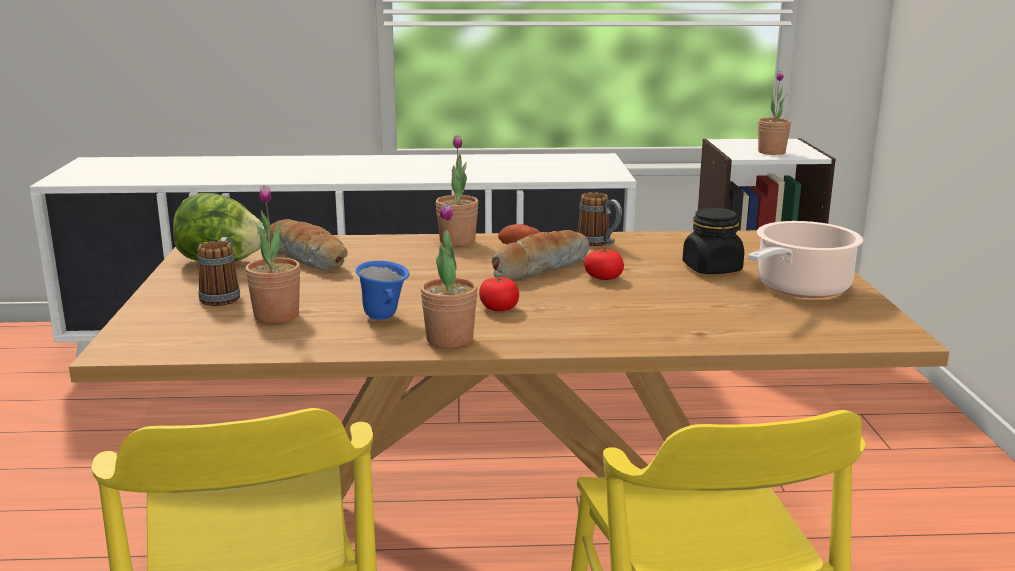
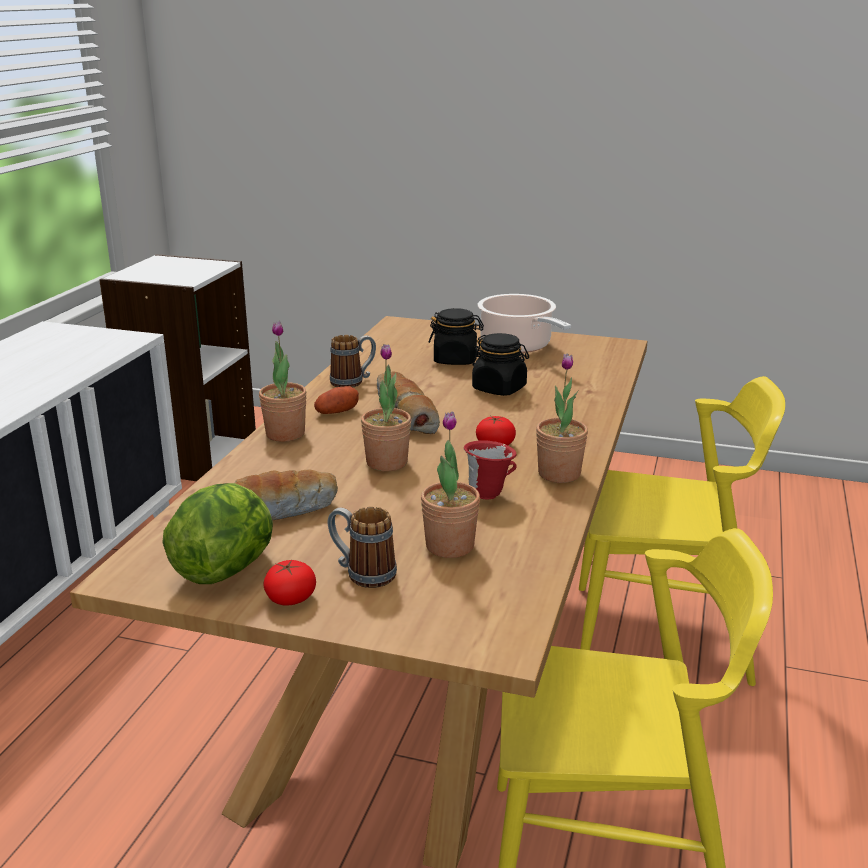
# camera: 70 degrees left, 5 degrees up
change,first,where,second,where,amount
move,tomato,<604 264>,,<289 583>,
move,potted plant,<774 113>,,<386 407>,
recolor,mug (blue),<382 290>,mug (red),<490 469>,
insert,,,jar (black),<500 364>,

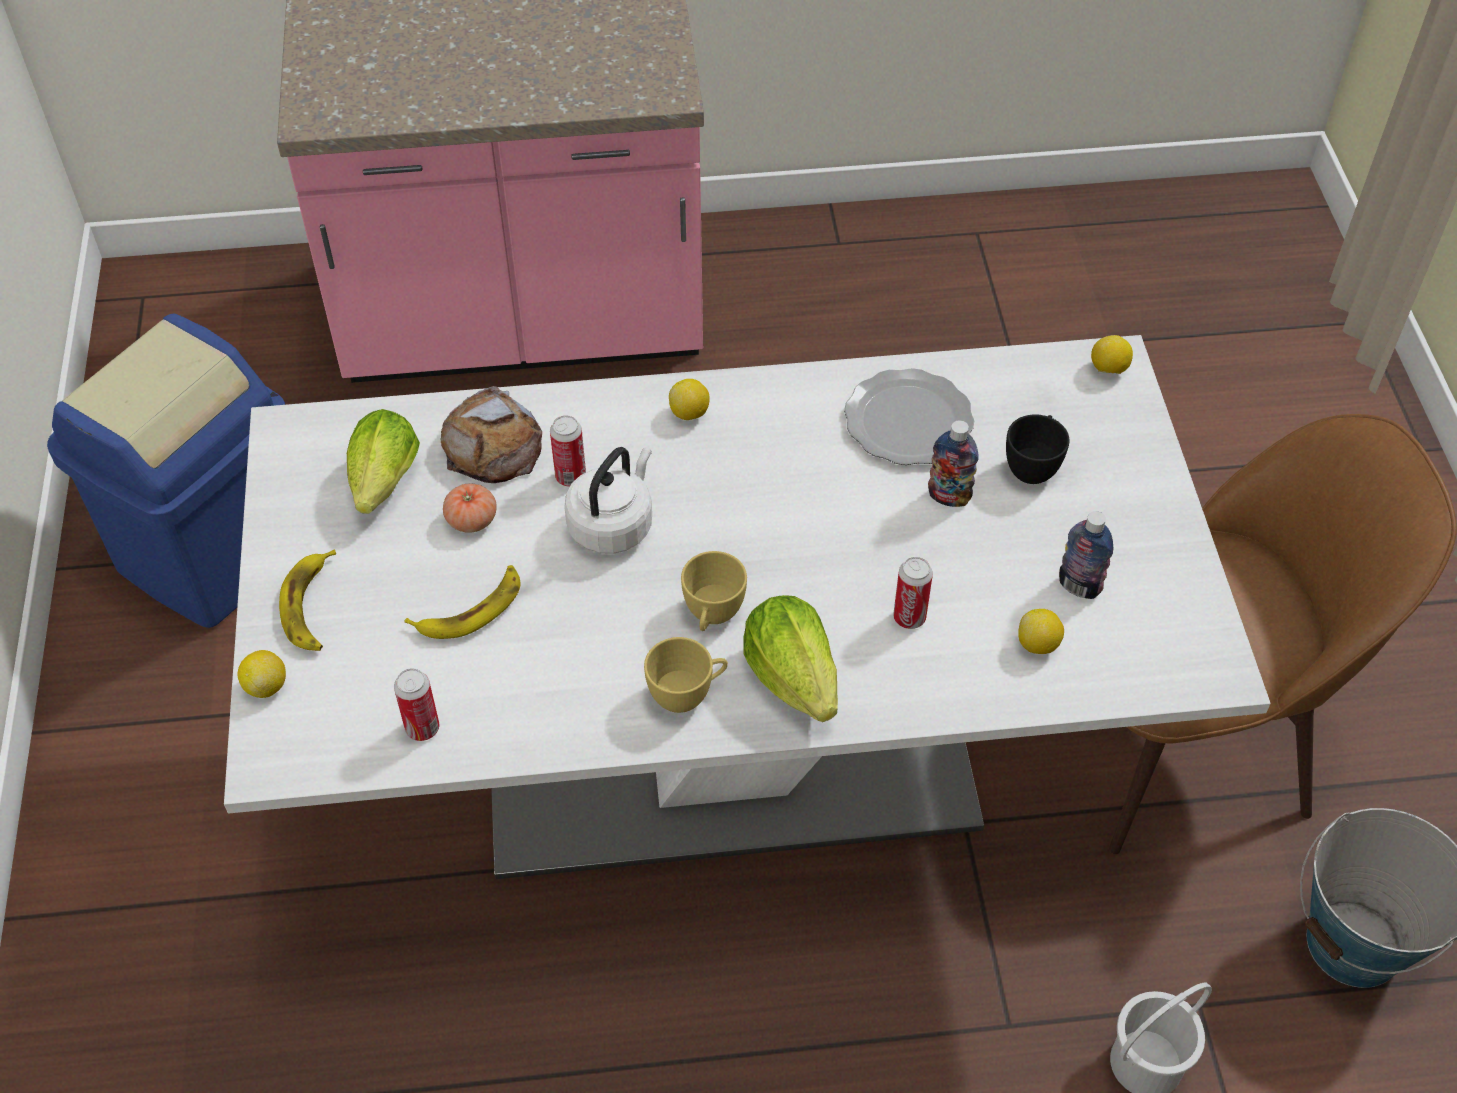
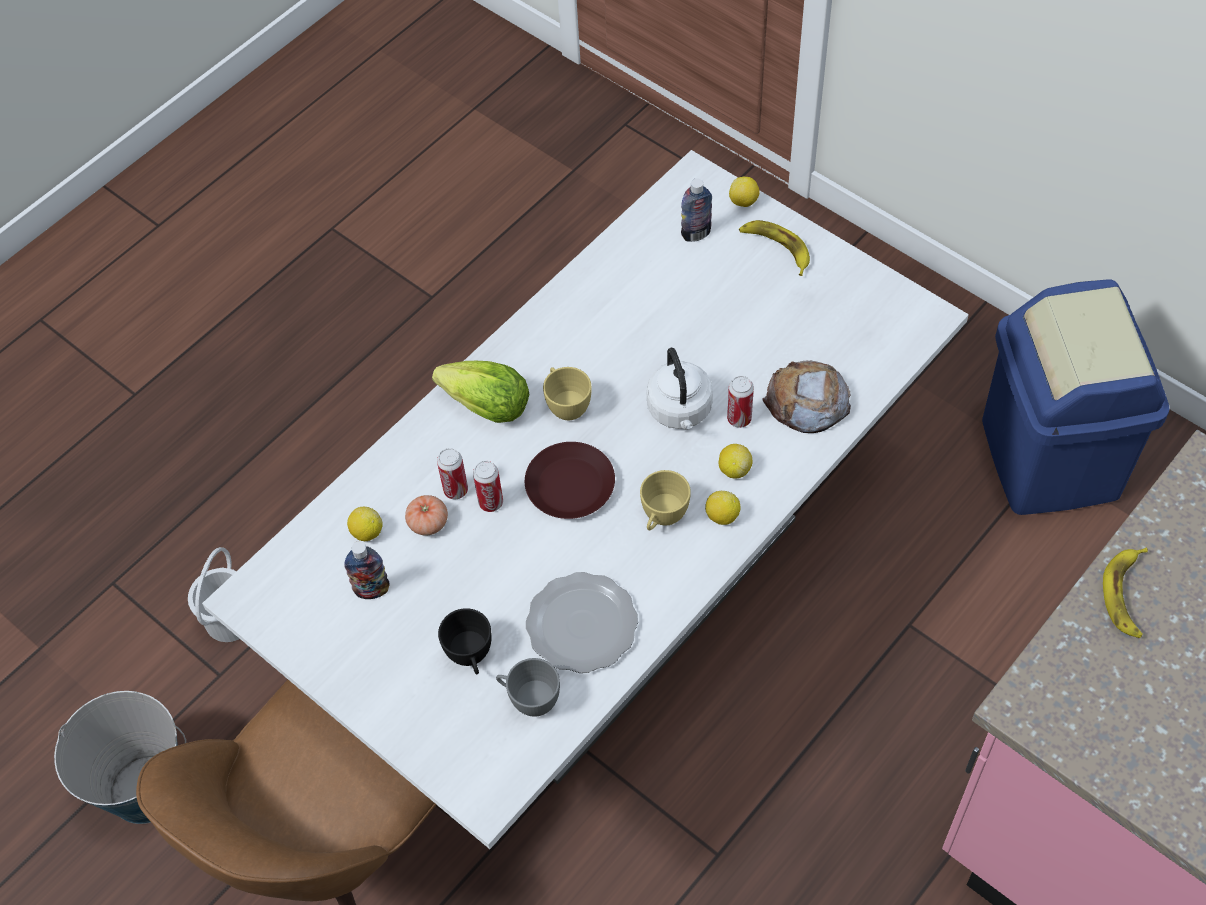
# camera: 140 degrees right, 5 degrees up
change,first,where,second,where,amount
move,tomato,<470 508>,,<426 515>,
move,can,<416 704>,,<488 486>,
insert,,,cup (grey),<528 687>,
insert,,,plate (brown),<570 480>,
move,cup (yellow),<686 675>,,<665 500>,
move,bottle,<953 463>,,<696 210>,
move,lemon,<1112 354>,,<736 461>,
move,banana,<462 602>,,<1125 593>,
delete,lettuce,<383 461>,,,

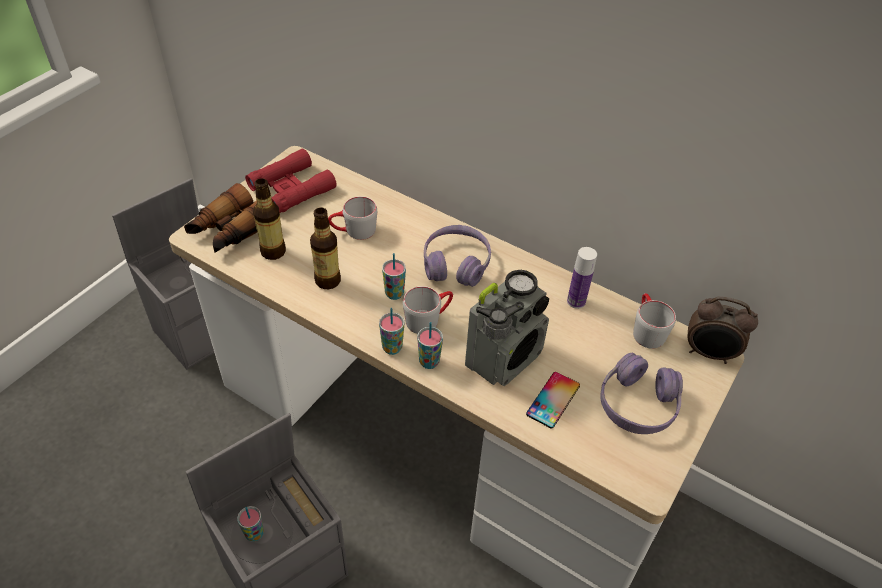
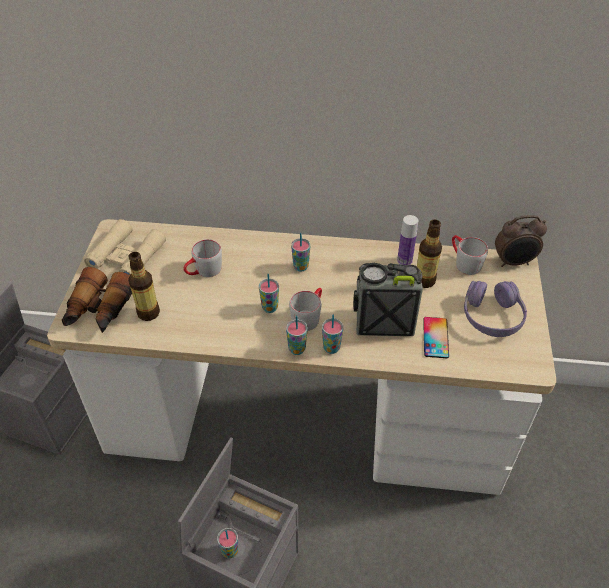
# camera: 25 degrees left, 0 degrees up
change,first,where,second,where,amount
recolor,binoculars (red),<291 181>,binoculars (beige),<125 247>,
replace,headphones (purple),<457 256>,cup,<300 252>,
rotate,radio,<507 328>,,<388 299>,105 degrees counterclockwise
move,bottle,<325 248>,,<429 254>,

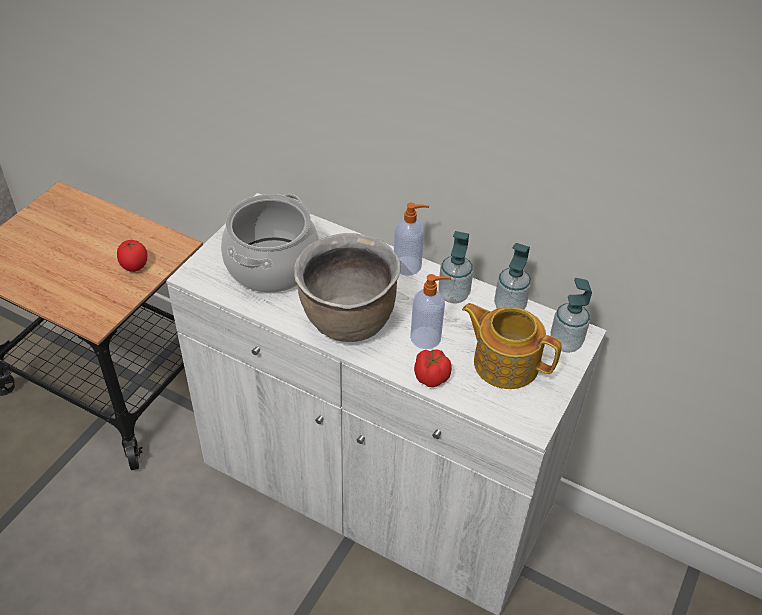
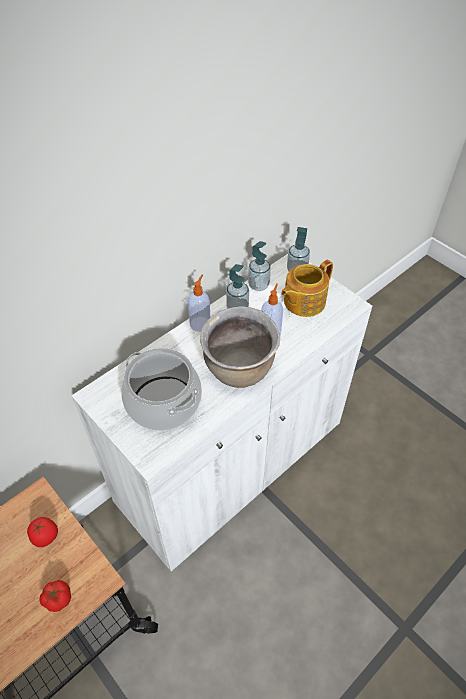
# camera: 70 degrees left, 5 degrees up
change,first,where,second,where,amount
move,tomato,<433 368>,,<55 596>,

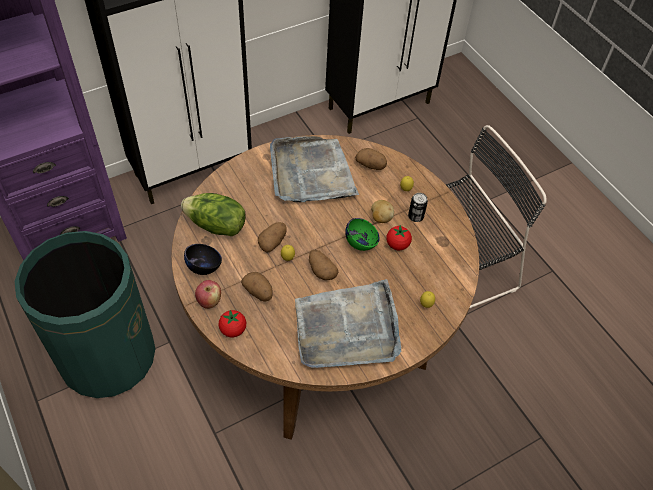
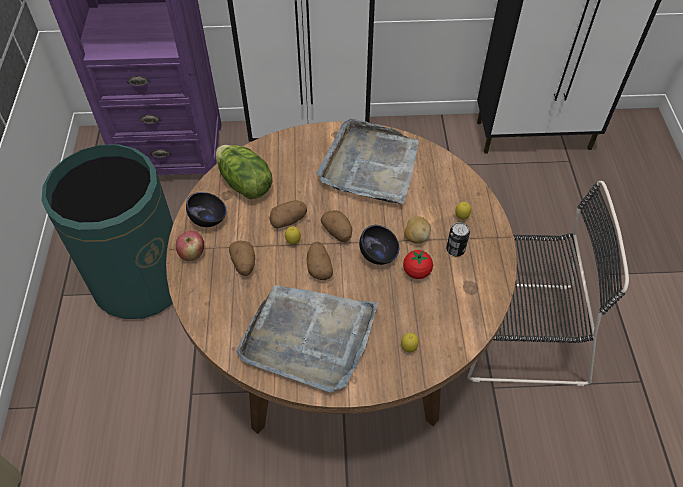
# camera: 30 degrees right, 0 degrees up
change,first,where,second,where,amount
move,potato,<371 159>,,<336 226>,
recolor,bowl (green),<362 234>,bowl (black),<379 245>,
delete,tomato,<232 323>,,,

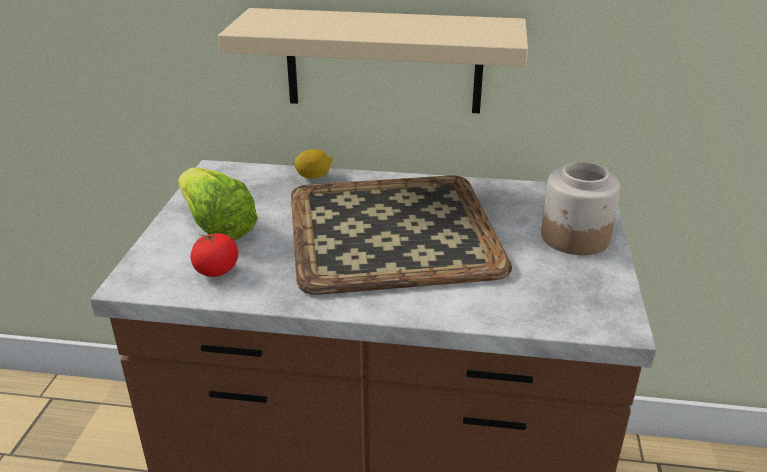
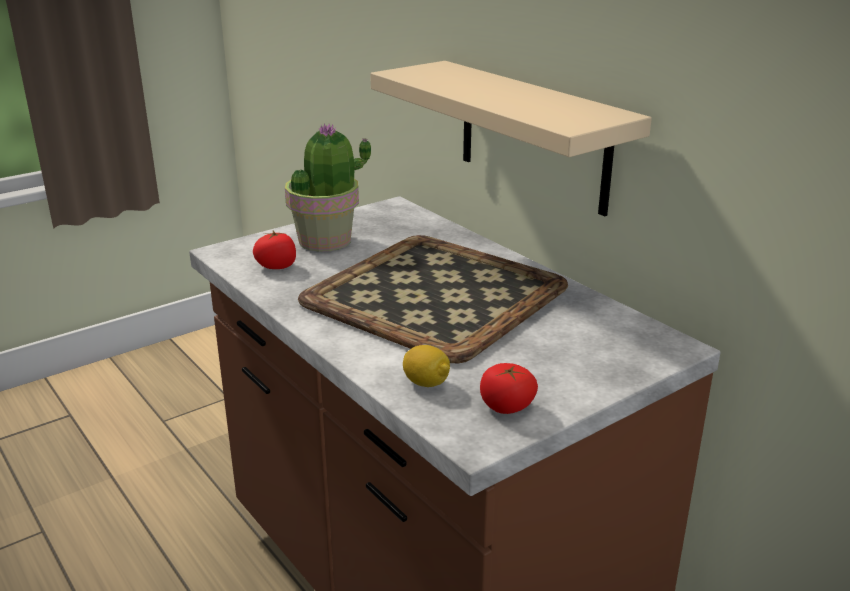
# camera: 45 degrees right, 5 degrees down
change,first,where,second,where,amount
replace,lettuce,<218 203>,potted plant,<328 187>,
move,lemon,<313 164>,,<426 366>,
insert,,,tomato,<509 388>,
delete,jar,<580 208>,,,

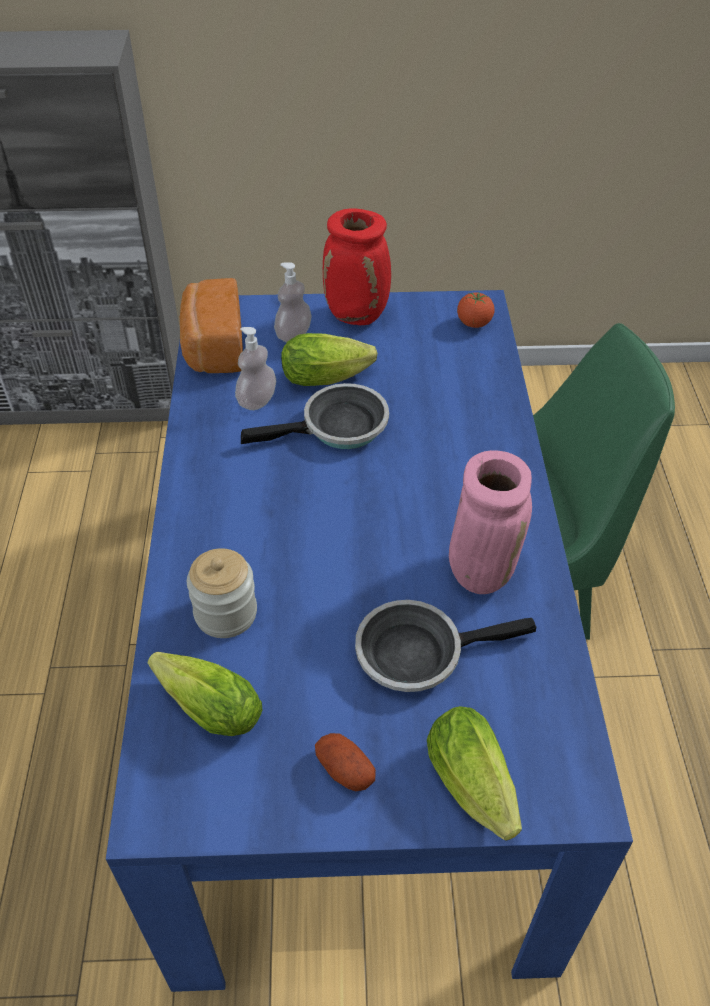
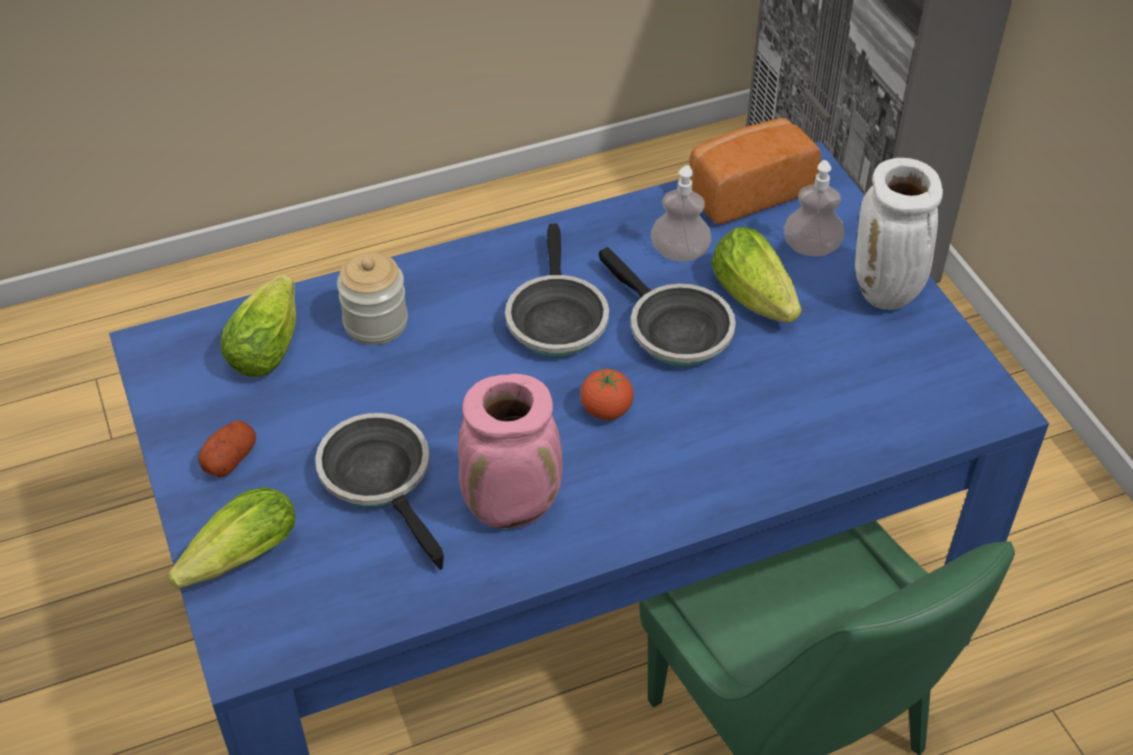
# camera: 70 degrees right, 0 degrees up
change,first,where,second,where,amount
insert,,,frying pan,<557 291>,
move,tomato,<475 310>,,<607 394>,
recolor,vase (red),<357 266>,vase (white),<899 234>,

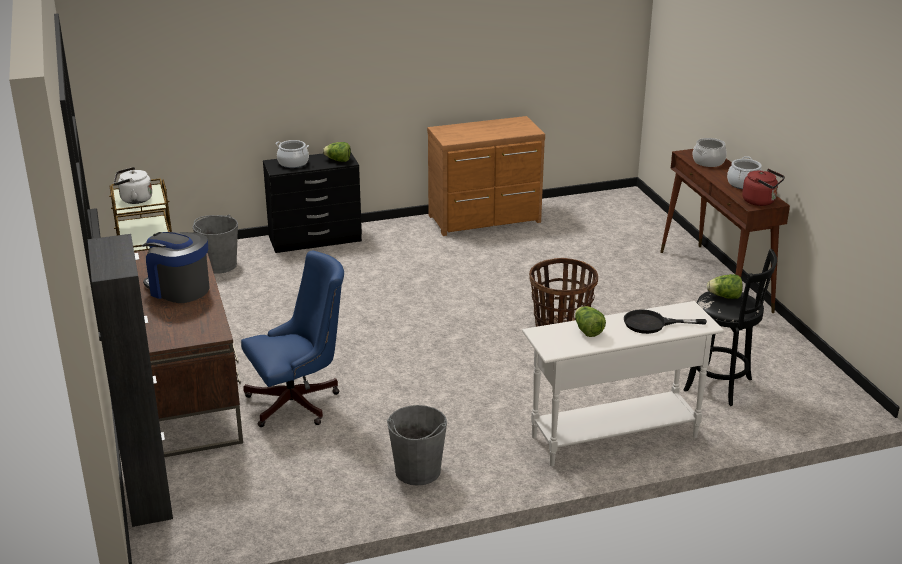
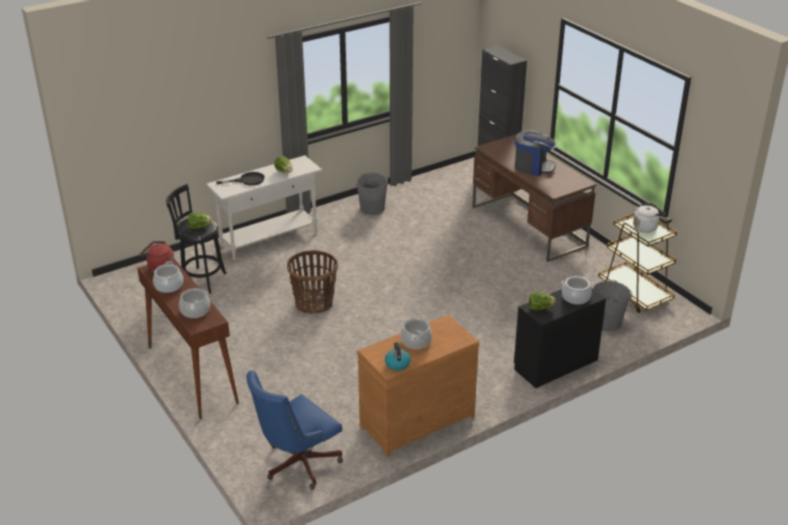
# camera: 165 degrees right, 5 degrees up
change,first,where,second,where,amount
move,office chair (blue),<292 338>,,<294 429>,
insert,,,kettle,<398 356>,
insert,,,cooking pot,<416 333>,

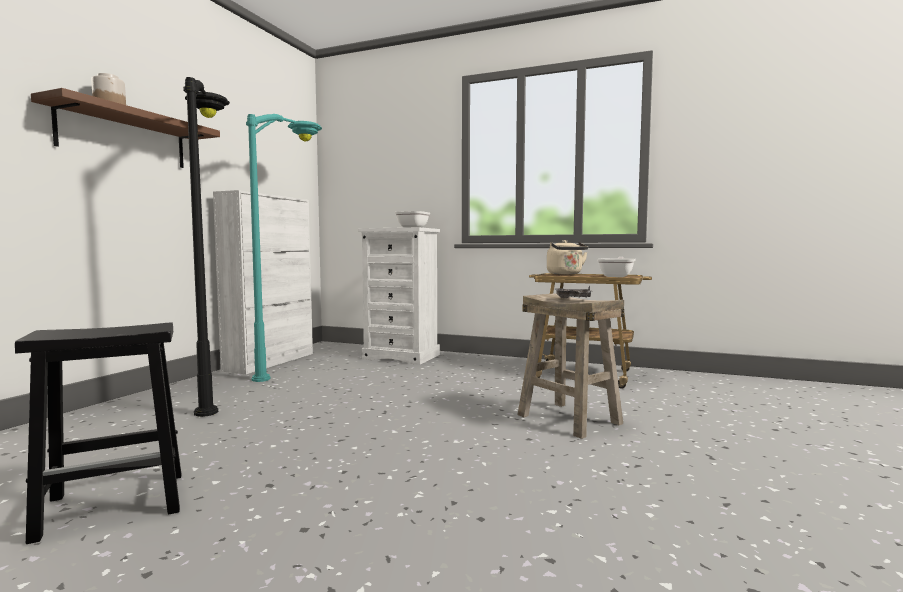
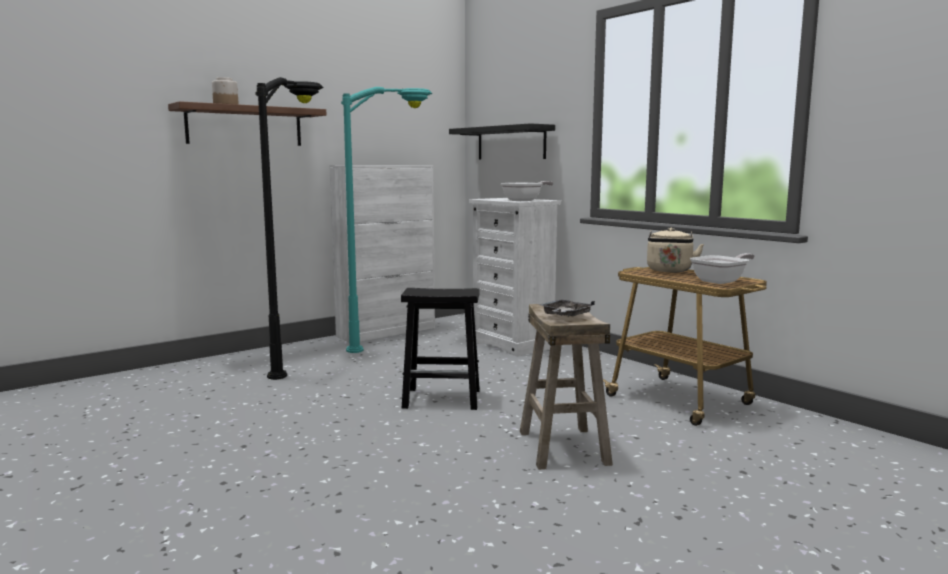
# camera: 30 degrees right, 5 degrees up
change,first,where,second,where,amount
move,stool (black),<98 433>,,<440 349>,
insert,,,shelf (black),<502 141>,

